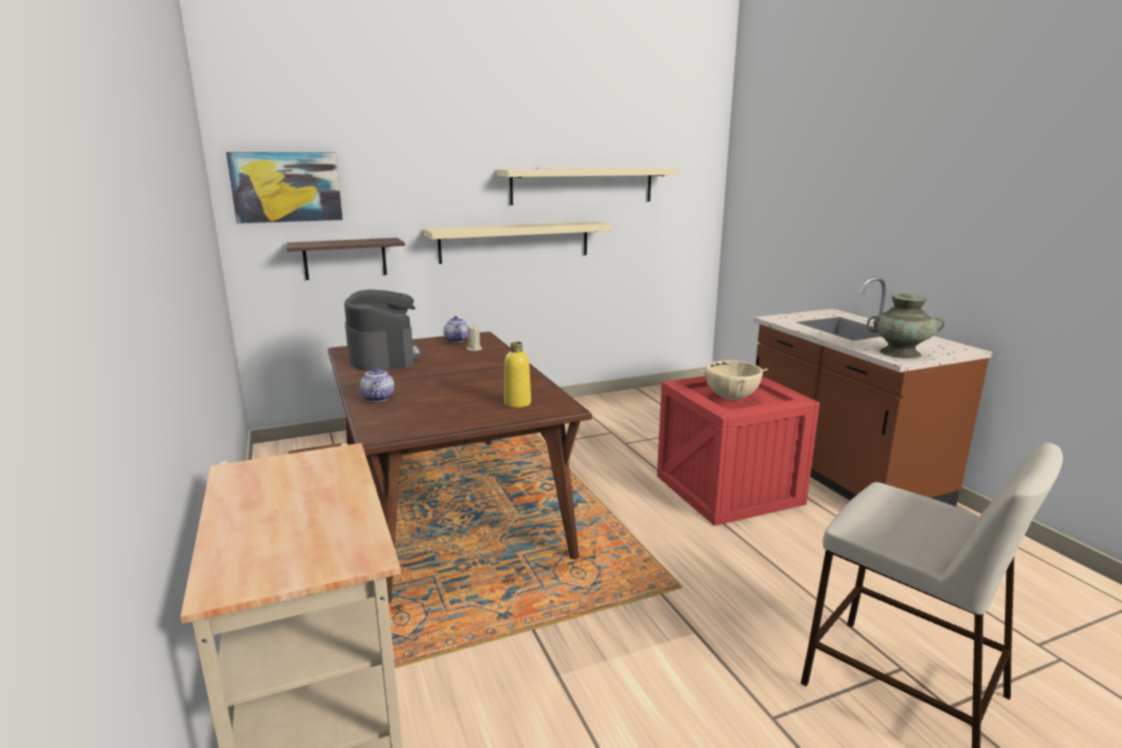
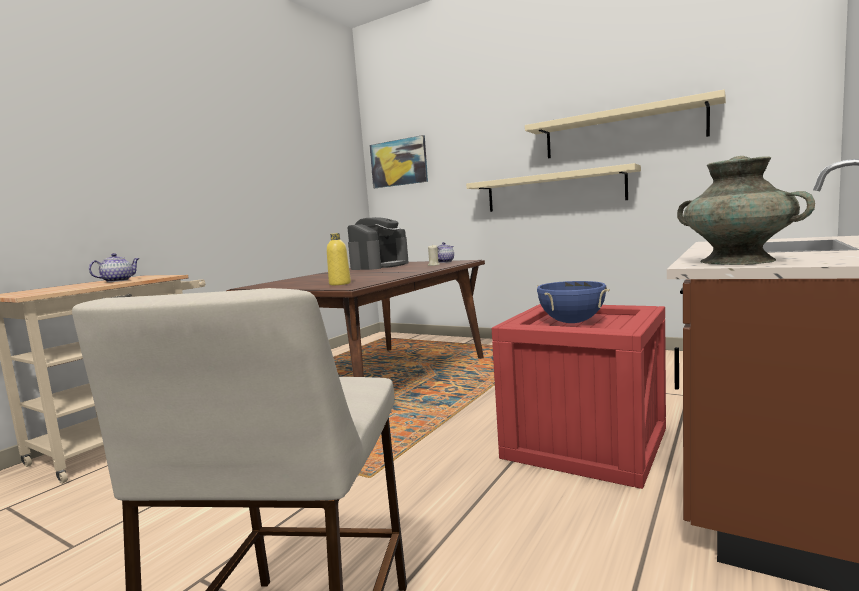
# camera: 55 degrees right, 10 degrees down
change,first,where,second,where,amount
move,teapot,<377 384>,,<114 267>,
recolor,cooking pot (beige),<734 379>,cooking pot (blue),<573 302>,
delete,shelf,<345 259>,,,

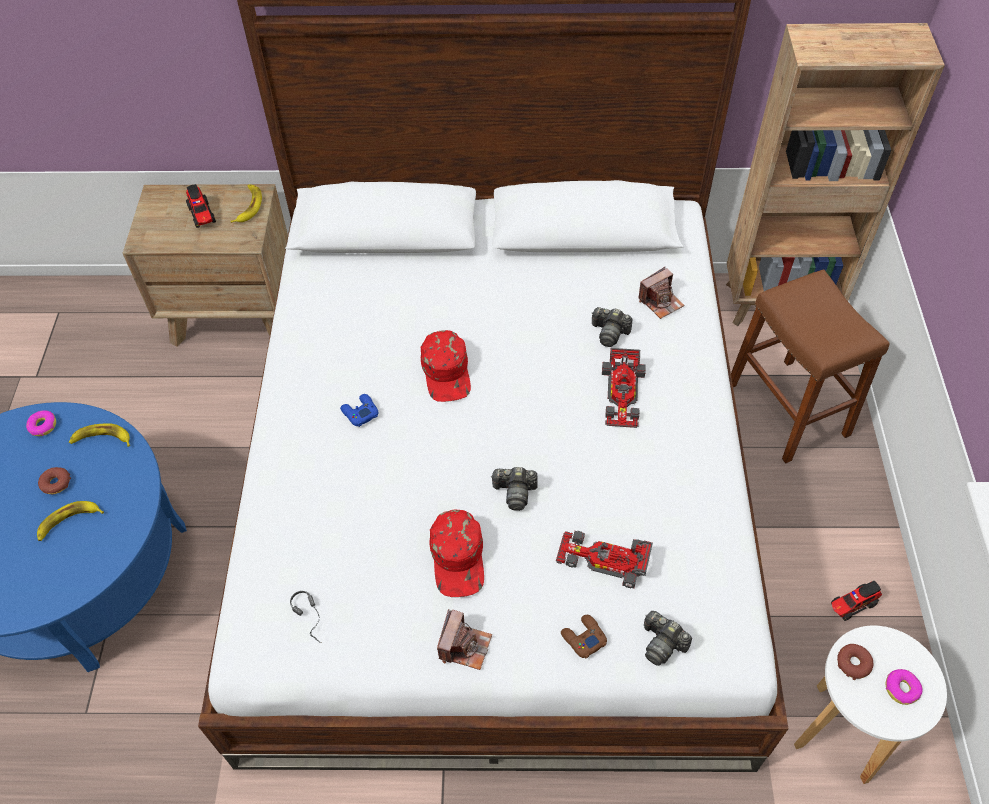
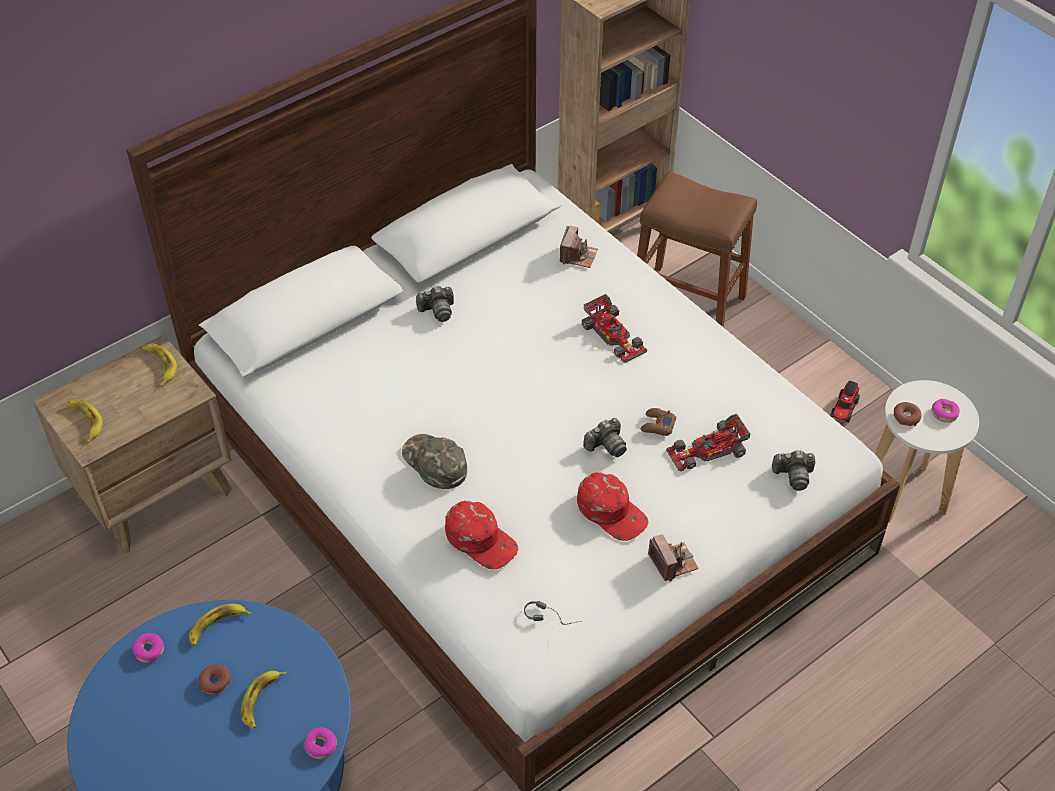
# camera: 40 degrees left, 5 degrees down
change,first,where,second,where,amount
insert,,,banana,<84 421>,
insert,,,donut,<320 743>,
replace,game controller (blue),<359 410>,cap (green),<434 461>,
move,photo camera,<612 327>,,<435 304>,
move,cap (red),<446 366>,,<481 535>,
move,game controller (brown),<584 637>,,<658 422>,
delete,toy truck,<201 206>,,,

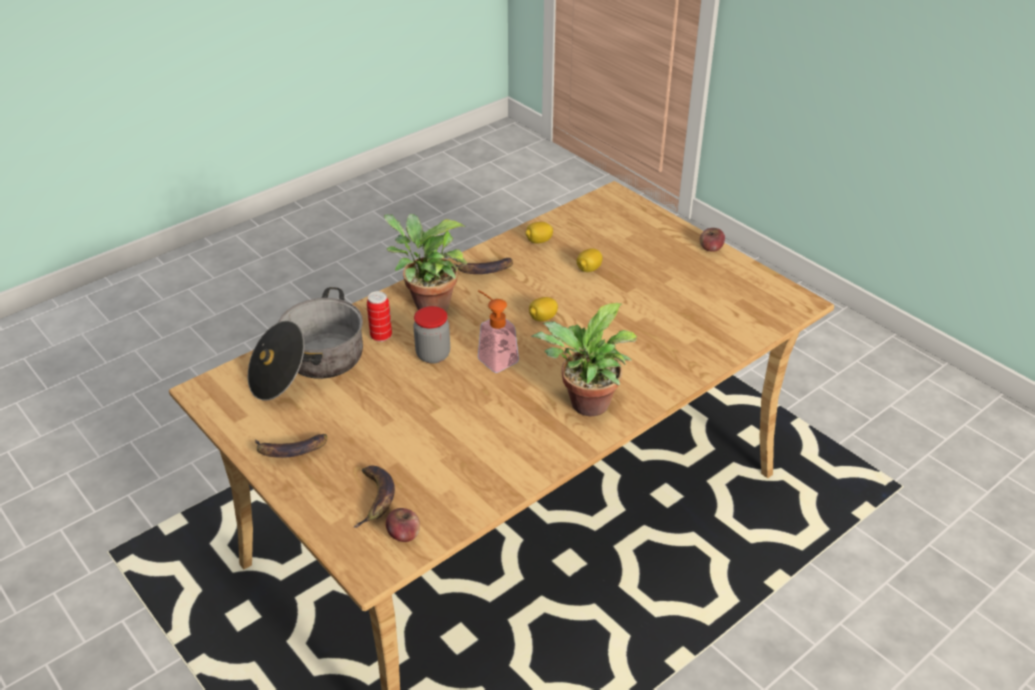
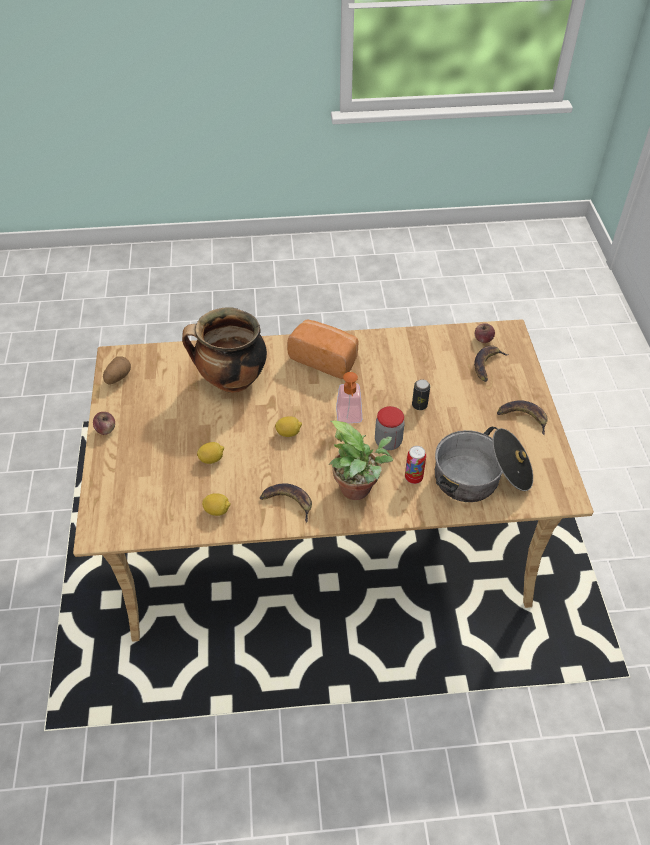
# camera: 145 degrees left, 10 degrees up
change,first,where,second,where,amount
insert,,,potato,<117 370>,
insert,,,cooking pot,<224 350>,
replace,potted plant,<584 360>,bread,<322 349>,
insert,,,can,<421 394>,

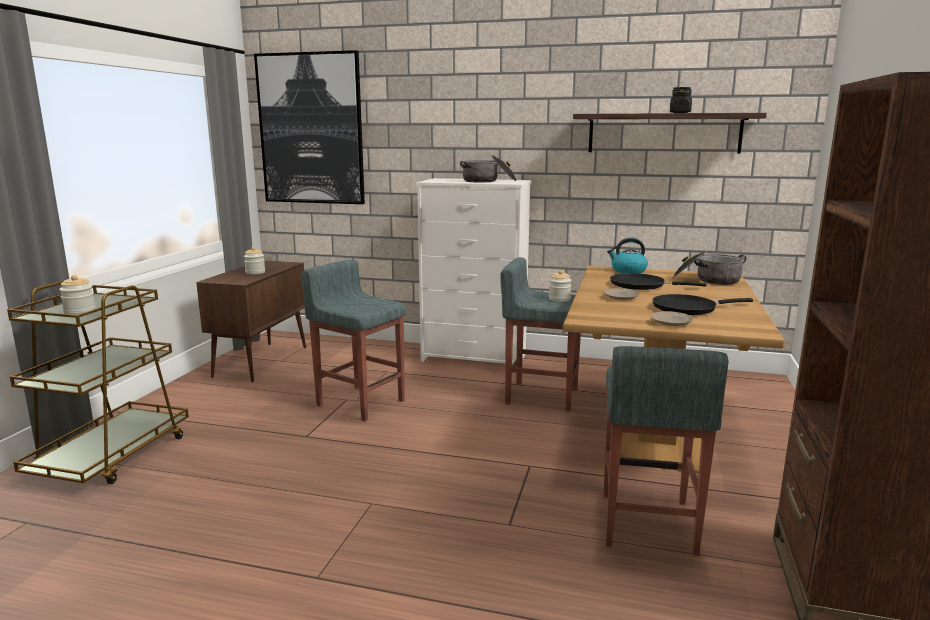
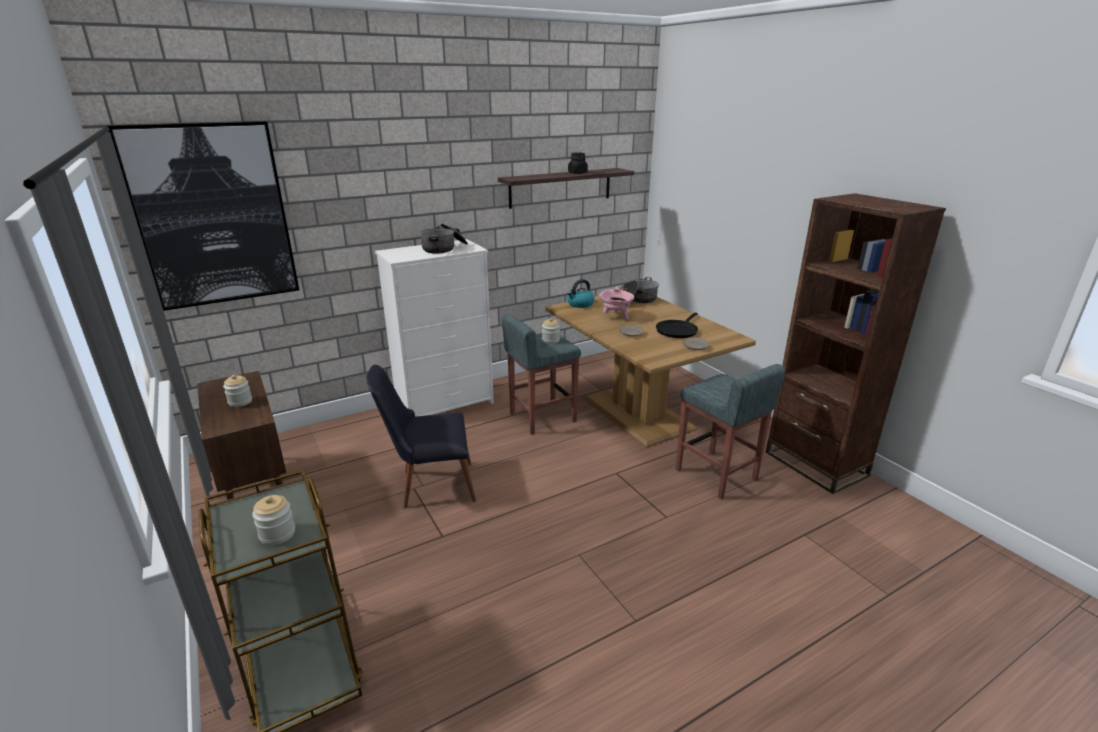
# camera: 45 degrees left, 10 degrees up
change,first,where,second,where,amount
replace,stool (grey),<353 340>,chair (black),<421 436>,
replace,frying pan (black),<658 281>,cooking pot (pink),<616 303>,

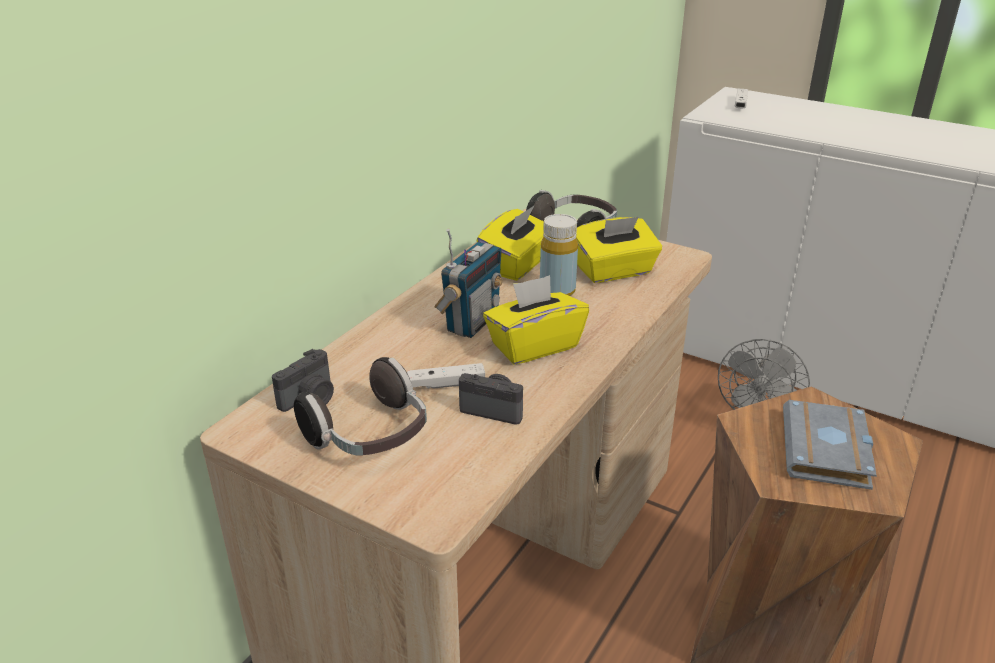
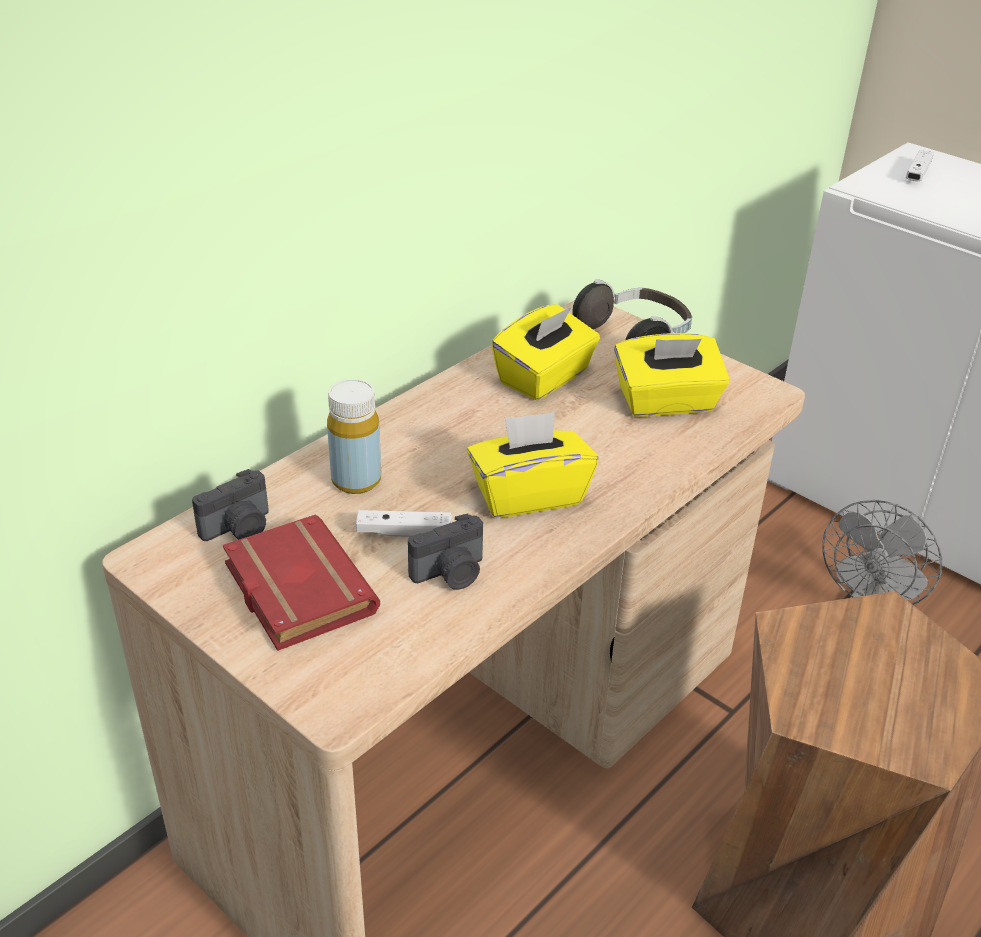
# camera: 10 degrees right, 5 degrees up
change,first,where,second,where,amount
replace,headphones,<360 406>,book (red),<301 582>,
move,bottle (yellow),<559 255>,,<354 436>,
rotate,photo camera,<491 399>,,<445 551>,120 degrees clockwise
delete,radio,<468 283>,,,
delete,book (grey),<830 445>,,,

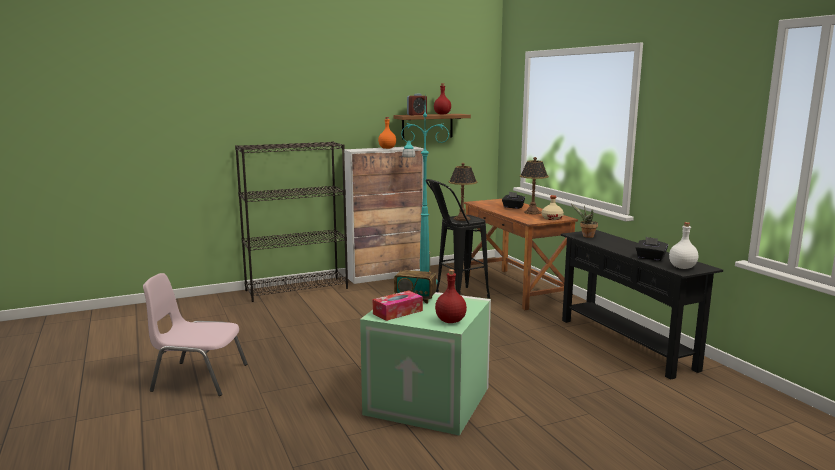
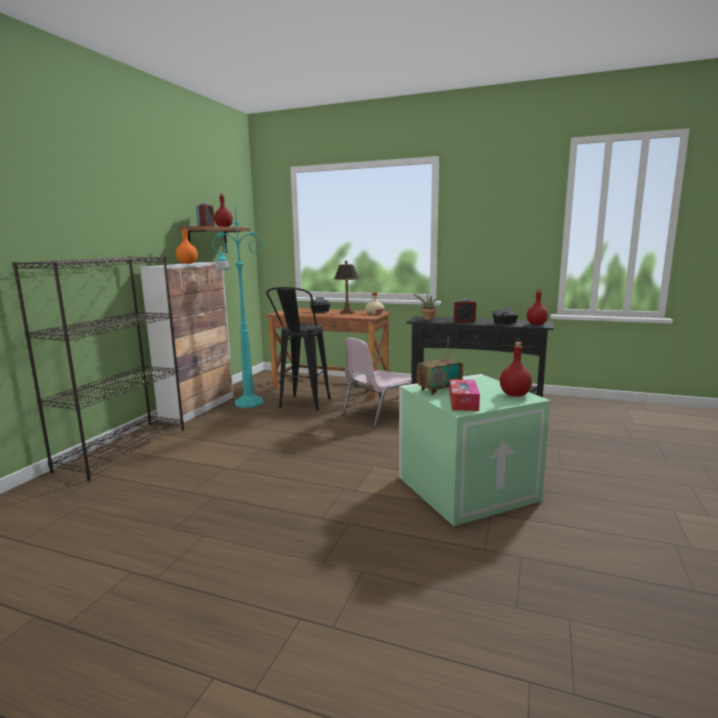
# camera: 45 degrees left, 0 degrees up
change,first,where,second,where,amount
move,chair (pink),<195 334>,,<377 382>,
insert,,,alarm clock,<464 311>,
recolor,bottle (white),<683 245>,bottle (red),<537 307>,
delete,table lamp,<463 192>,,,

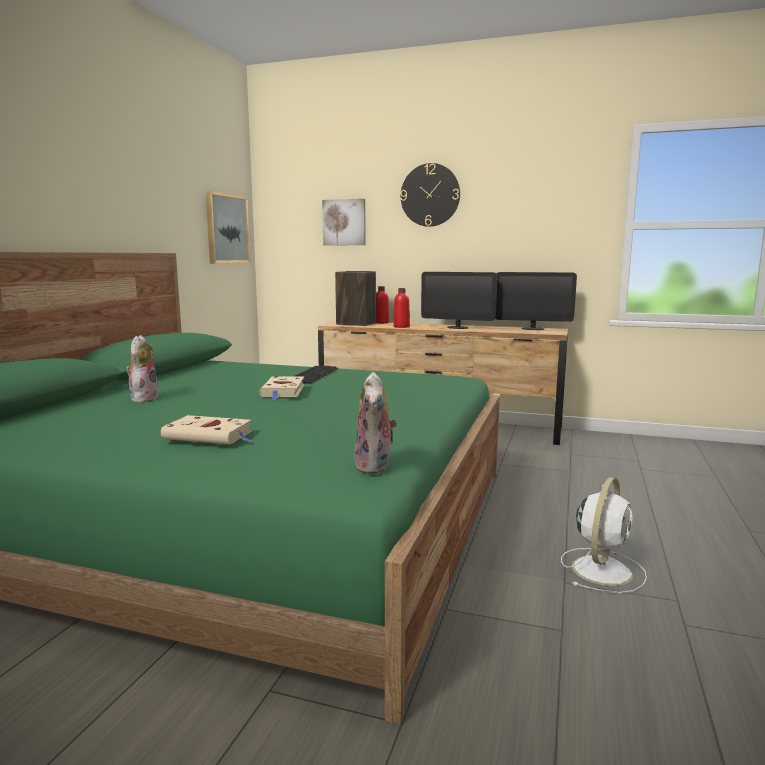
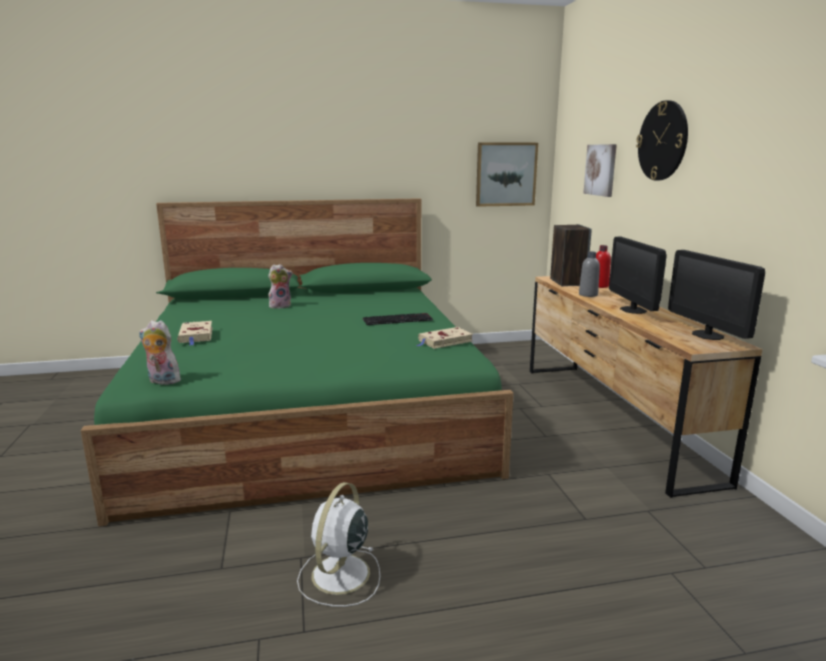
# camera: 60 degrees right, 5 degrees up
change,first,where,second,where,amount
rotate,plush toy,<375 423>,,<160 352>,45 degrees clockwise
rotate,fan (white),<604 535>,,<338 544>,105 degrees clockwise
move,book (beige),<282 388>,,<445 338>,
recolor,bottle (red),<401 308>,bottle (grey),<589 274>,

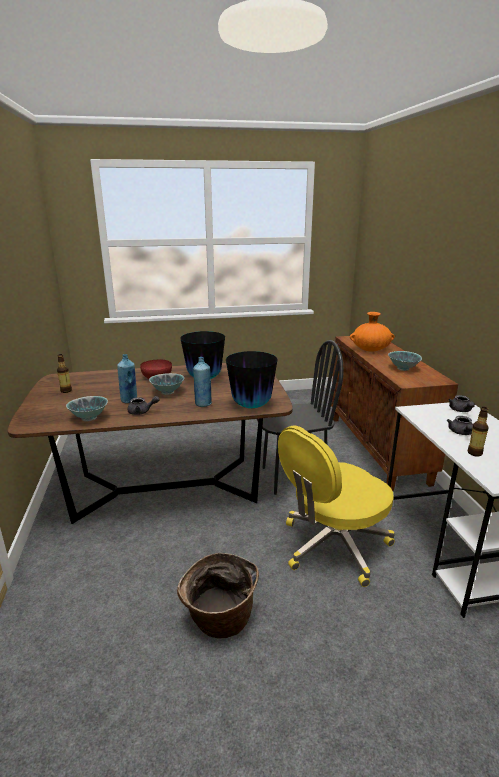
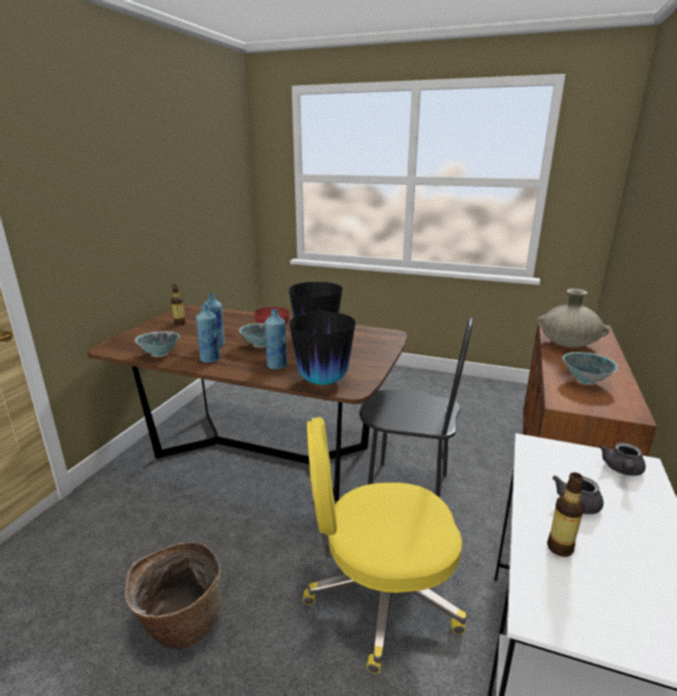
# camera: 30 degrees right, 0 degrees up
change,first,where,second,where,amount
replace,teapot (grey),<143 405>,bottle (blue),<208 333>,
recolor,vase (orange),<372 332>,vase (beige),<573 318>,

